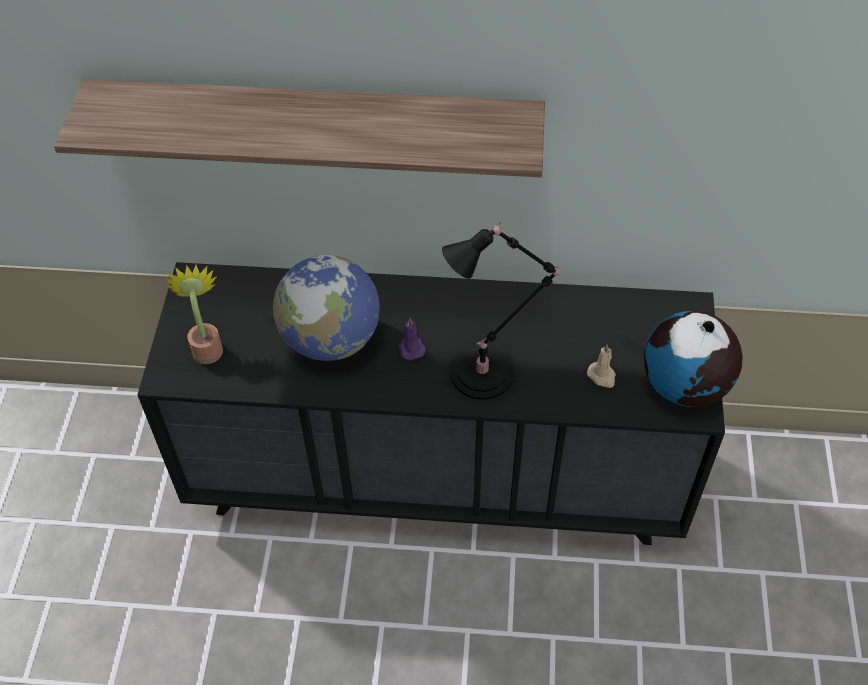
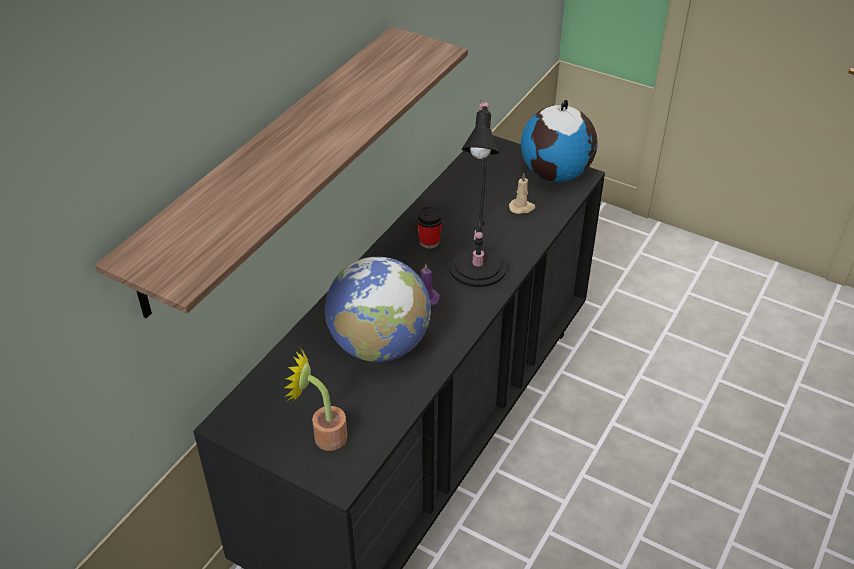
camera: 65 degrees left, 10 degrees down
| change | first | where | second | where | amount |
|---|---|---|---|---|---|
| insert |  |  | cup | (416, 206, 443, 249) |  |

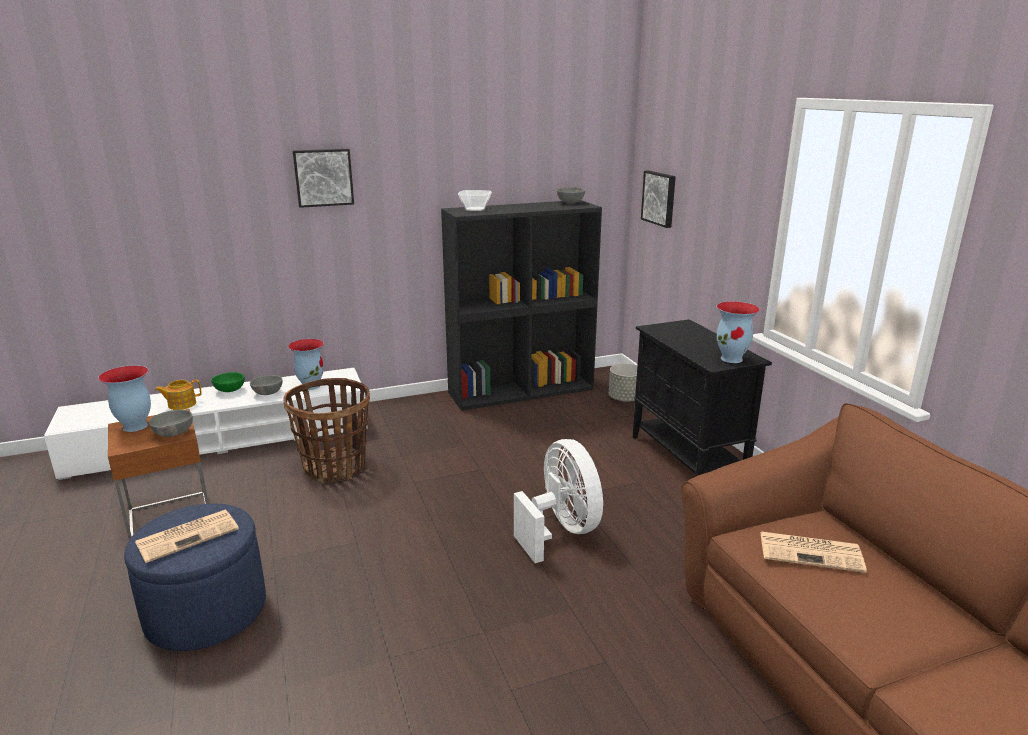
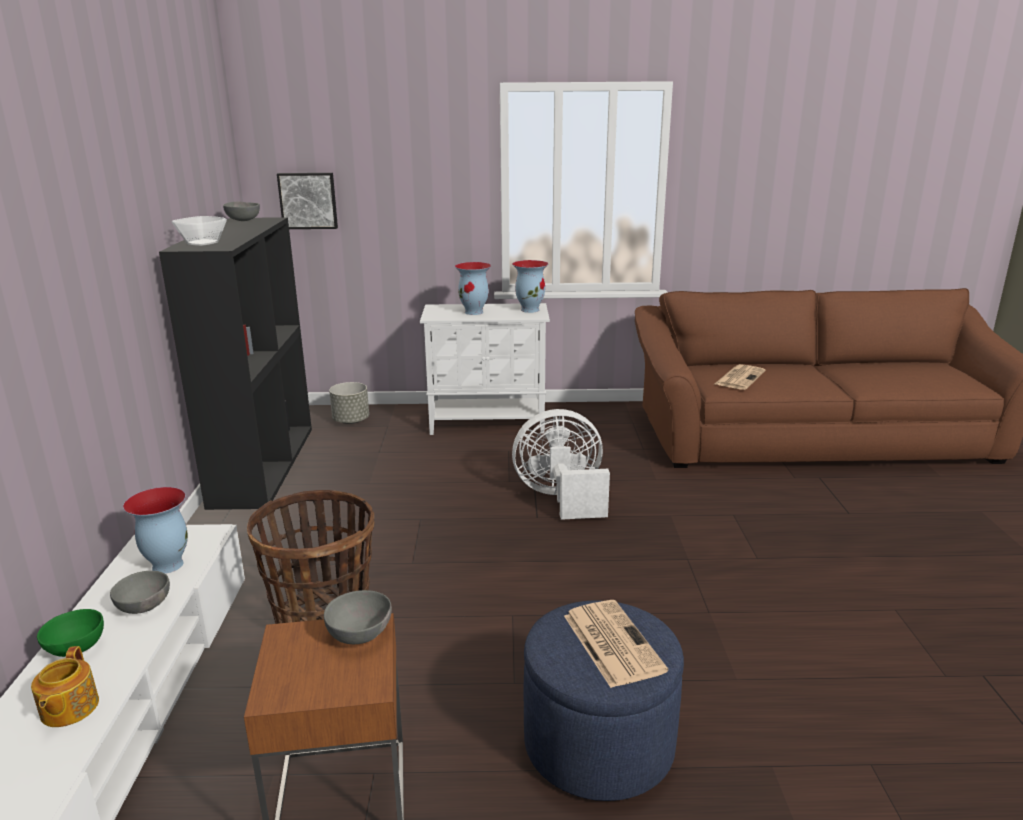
camera: 70 degrees left, 0 degrees up
| change | first | where | second | where | amount |
|---|---|---|---|---|---|
| move | vase | (98, 365, 151, 432) |  | (455, 262, 491, 315) |  |
| delete | picture | (293, 149, 354, 208) |  |  |  |
| recolor | cabinet (black) | (633, 319, 772, 476) | cabinet (white) | (420, 303, 550, 435) |  |

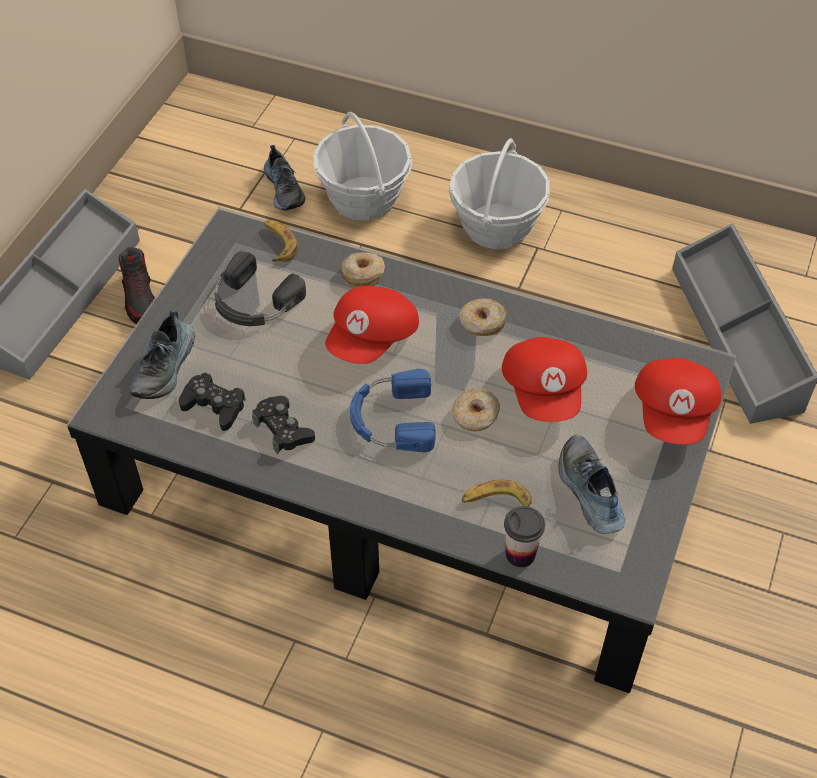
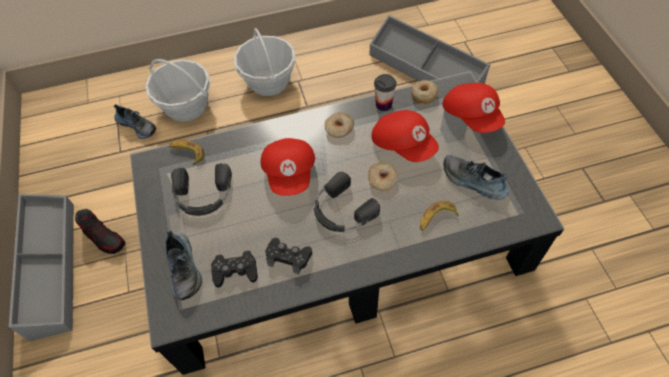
camera: 35 degrees left, 5 degrees up
| change | first | where | second | where | amount |
|---|---|---|---|---|---|
| move | donut | (340, 253, 385, 287) |  | (411, 80, 438, 105) |  |
| recolor | headphones (blue) | (350, 369, 436, 452) | headphones (black) | (314, 171, 380, 232) |  |
| move | cup | (504, 506, 545, 567) |  | (374, 74, 396, 111) |  |

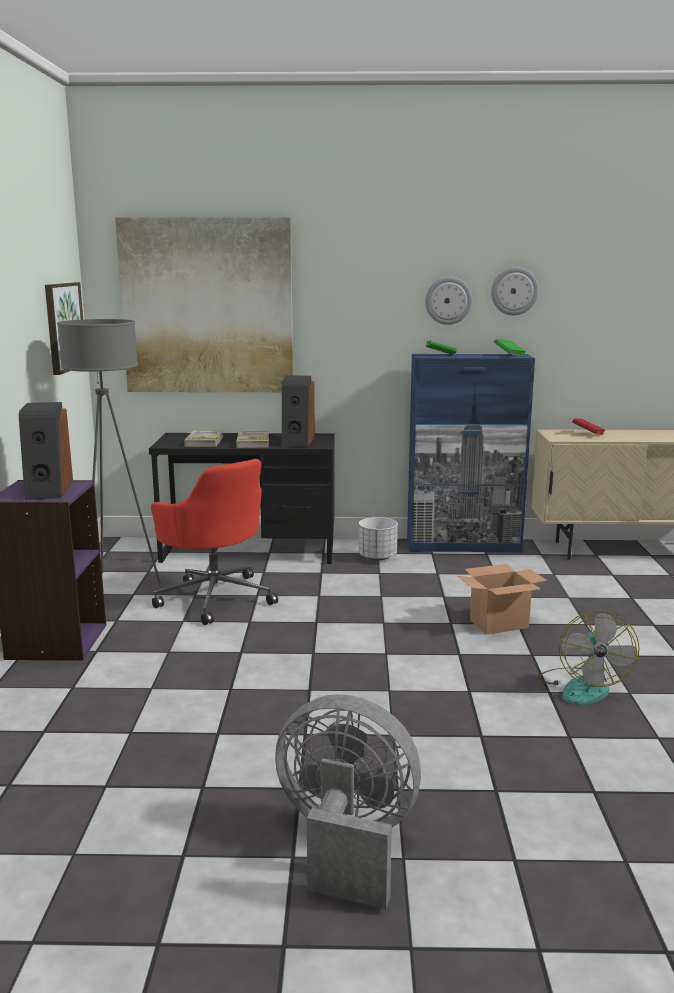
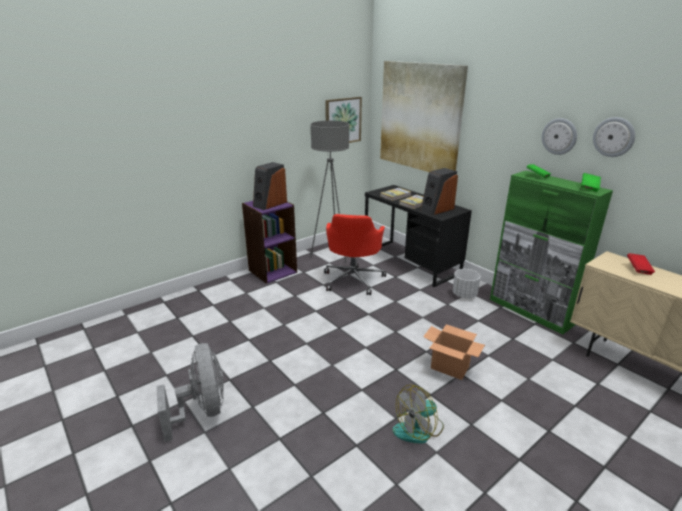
camera: 50 degrees right, 10 degrees up
| change | first | where | second | where | amount |
|---|---|---|---|---|---|
| recolor | cabinet (blue) | (407, 354, 535, 552) | cabinet (green) | (490, 171, 613, 335) |  |

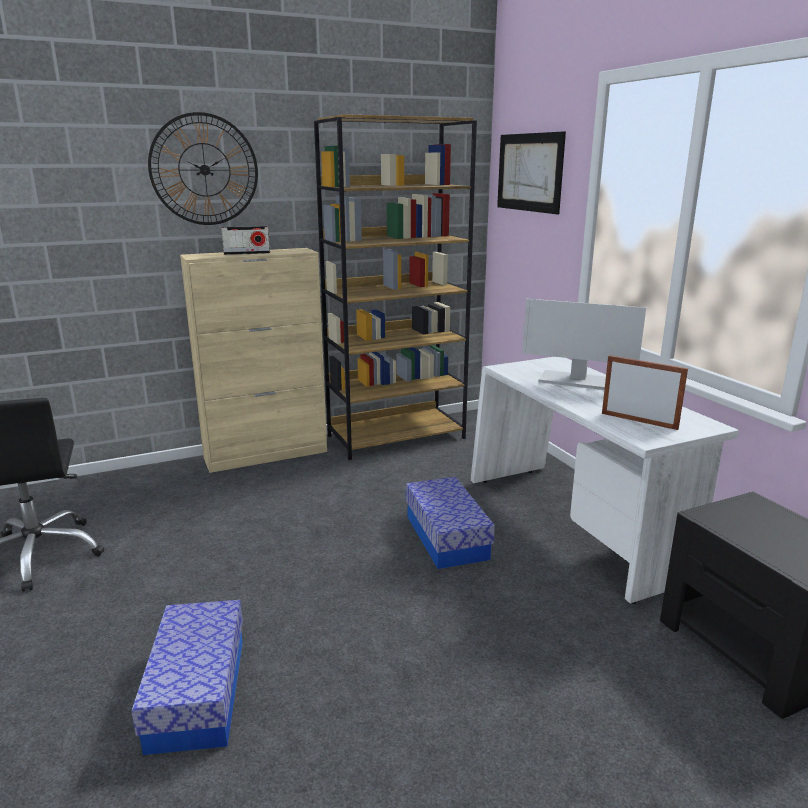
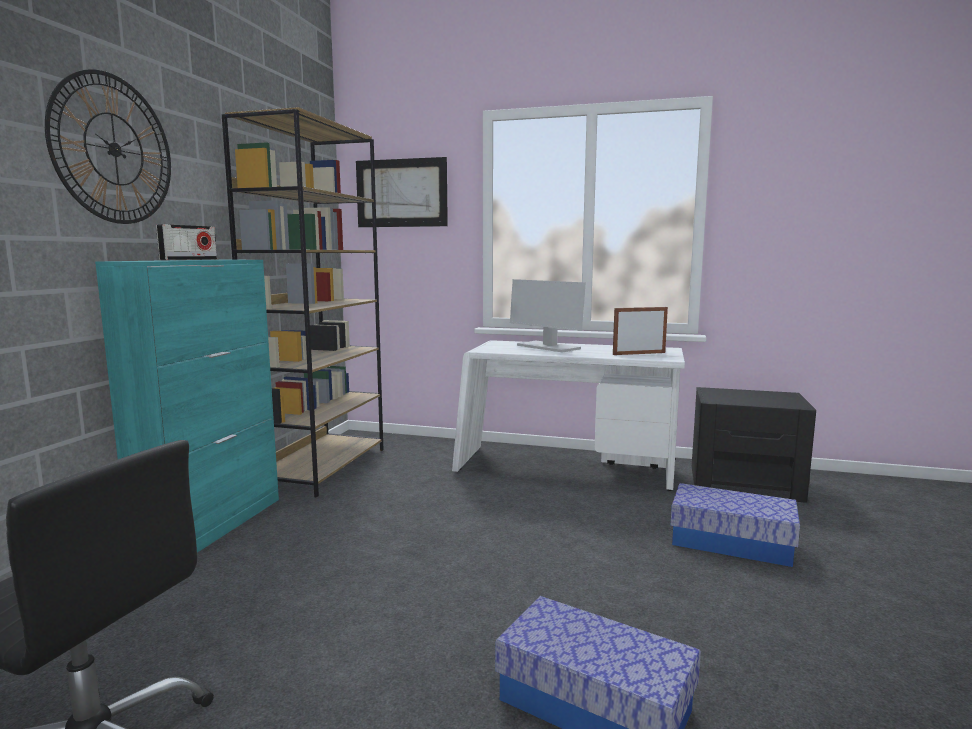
camera: 50 degrees left, 10 degrees down
| change | first | where | second | where | amount |
|---|---|---|---|---|---|
| recolor | cabinet (beige) | (180, 248, 327, 473) | cabinet (turquoise) | (95, 260, 279, 553) |  |
| move | storage box | (406, 477, 495, 569) |  | (670, 483, 800, 567) |  |
| rotate | monitor | (522, 299, 646, 390) |  | (510, 279, 586, 352) | 75 degrees clockwise |

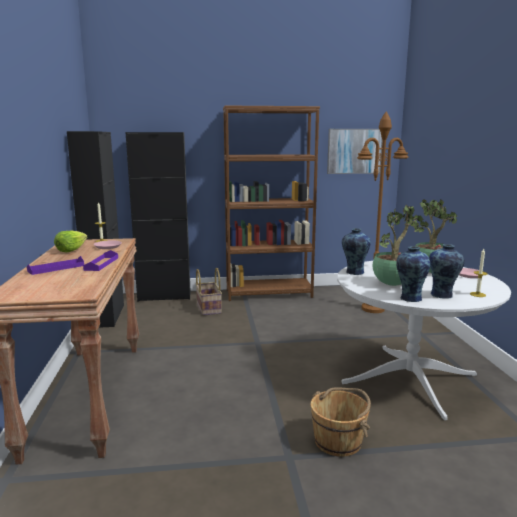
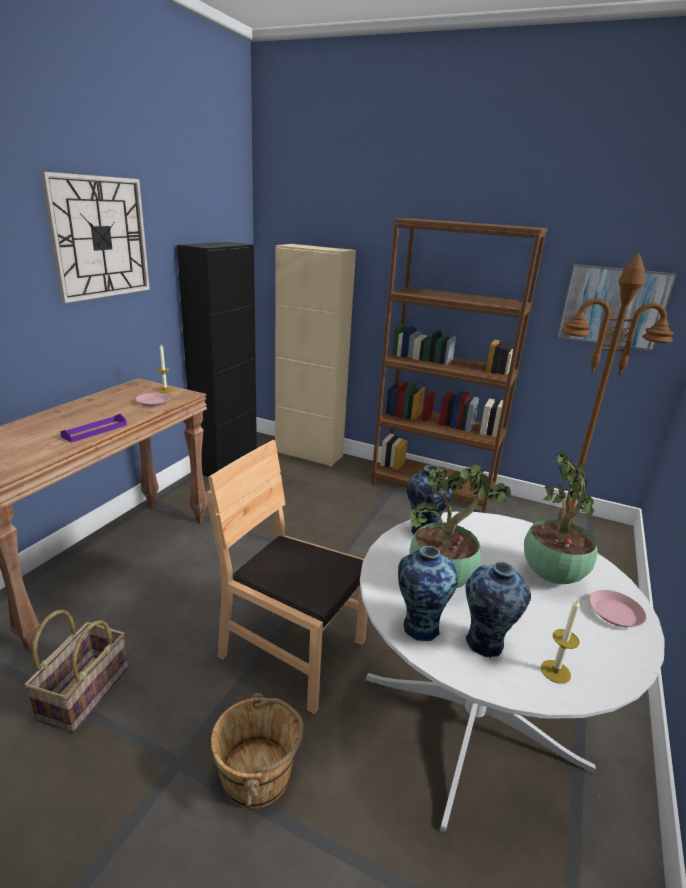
camera: 30 degrees right, 10 degrees up
| change | first | where | second | where | amount |
|---|---|---|---|---|---|
| delete | tray (purple) | (27, 256, 84, 275) |  |  |  |
| delete | lettuce | (54, 230, 88, 252) |  |  |  |
| recolor | cabinet (black) | (125, 132, 191, 302) | cabinet (beige) | (275, 244, 356, 467) |  |
| move | basket | (196, 267, 222, 316) |  | (24, 610, 128, 733) |  |
| insert |  |  | wall clock | (40, 171, 150, 303) |  |
| insert |  |  | chair (brown) | (206, 440, 368, 714) |  |

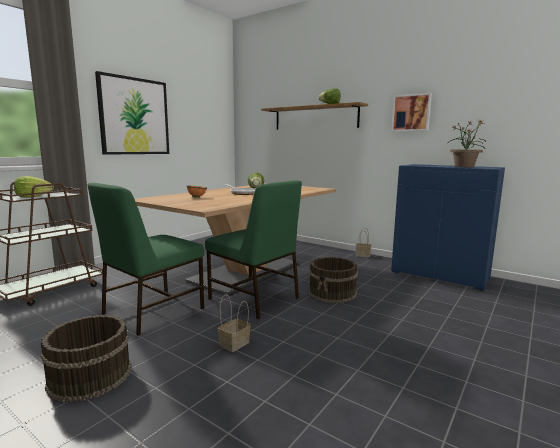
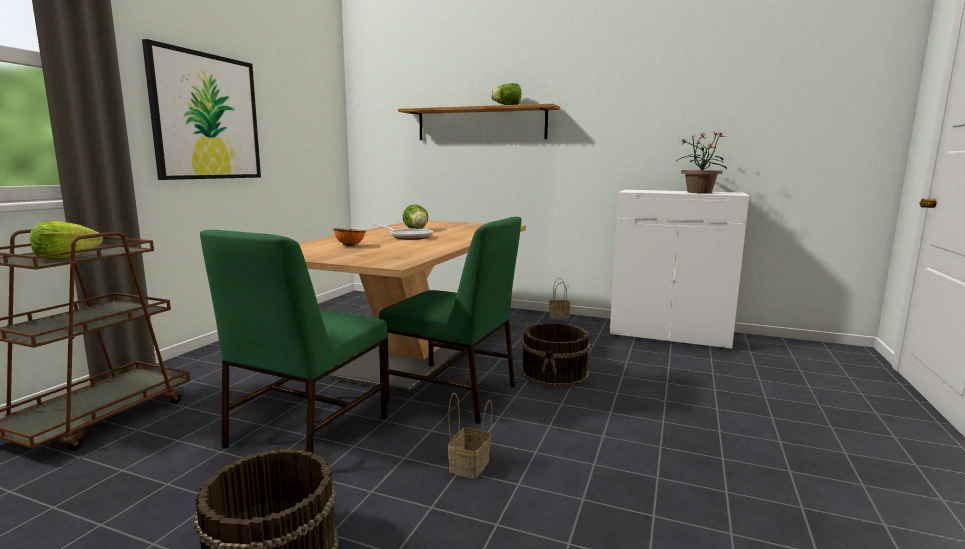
camera: 15 degrees left, 0 degrees up
| change | first | where | second | where | amount |
|---|---|---|---|---|---|
| delete | picture | (391, 93, 432, 131) |  |  |  |
| recolor | cabinet (blue) | (391, 164, 505, 291) | cabinet (white) | (610, 190, 749, 351) |  |

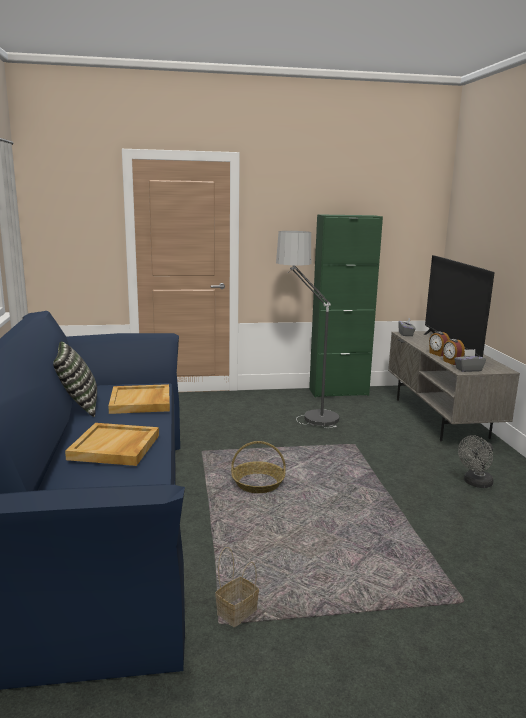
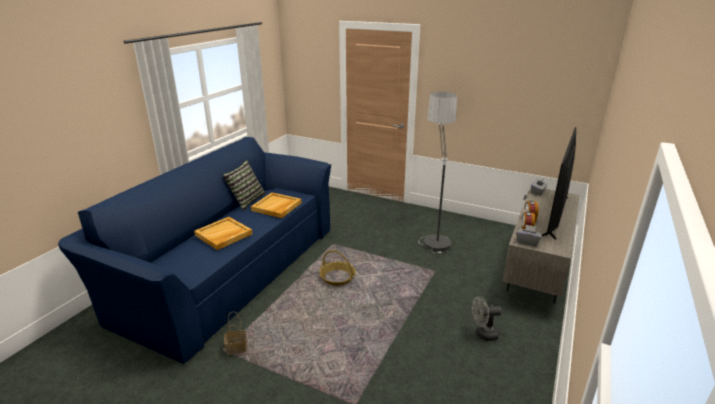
camera: 35 degrees right, 10 degrees up
| change | first | where | second | where | amount |
|---|---|---|---|---|---|
| delete | cabinet (green) | (309, 214, 383, 398) |  |  |  |

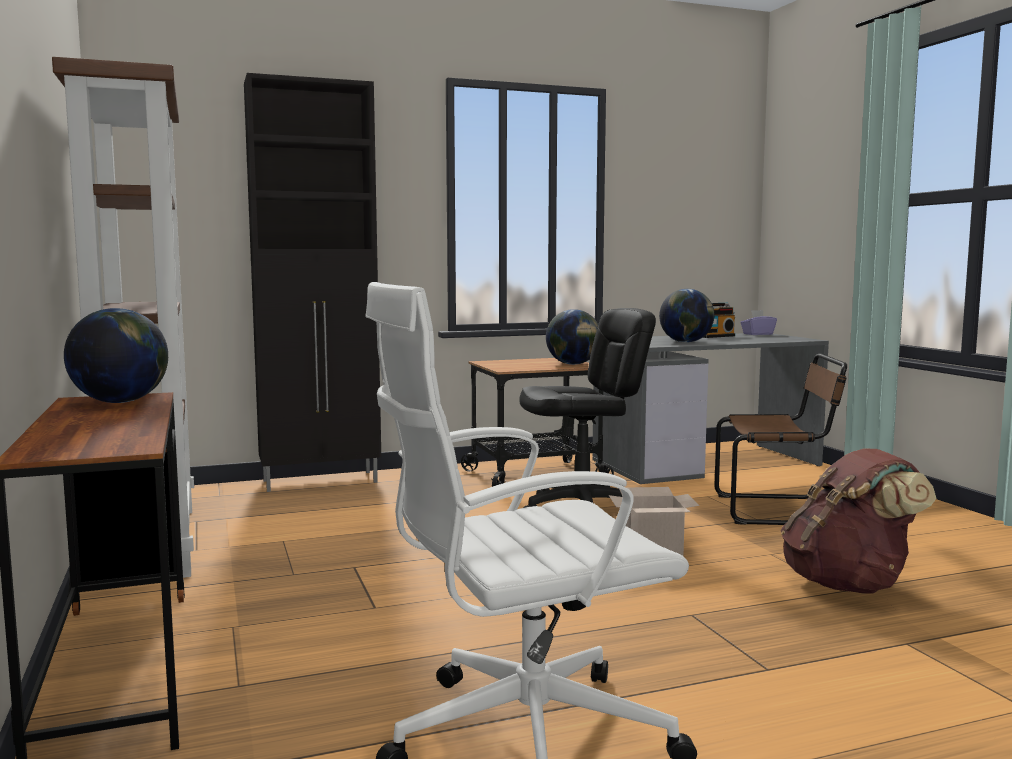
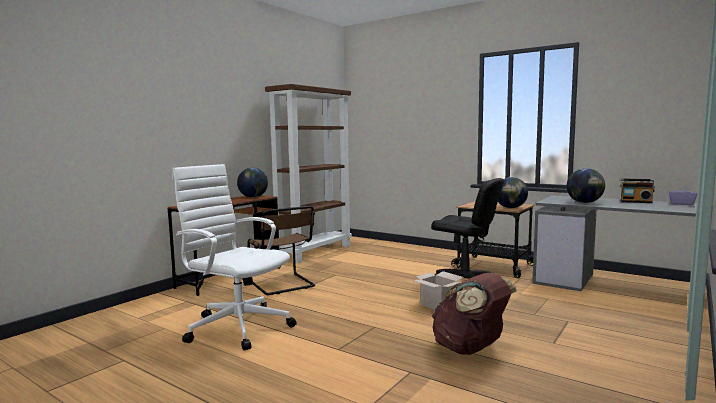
camera: 55 degrees right, 0 degrees up
| change | first | where | second | where | amount |
|---|---|---|---|---|---|
| delete | cabinet (black) | (244, 73, 381, 492) |  |  |  |
| move | chair (brown) | (715, 353, 847, 525) |  | (247, 206, 315, 295) |  |

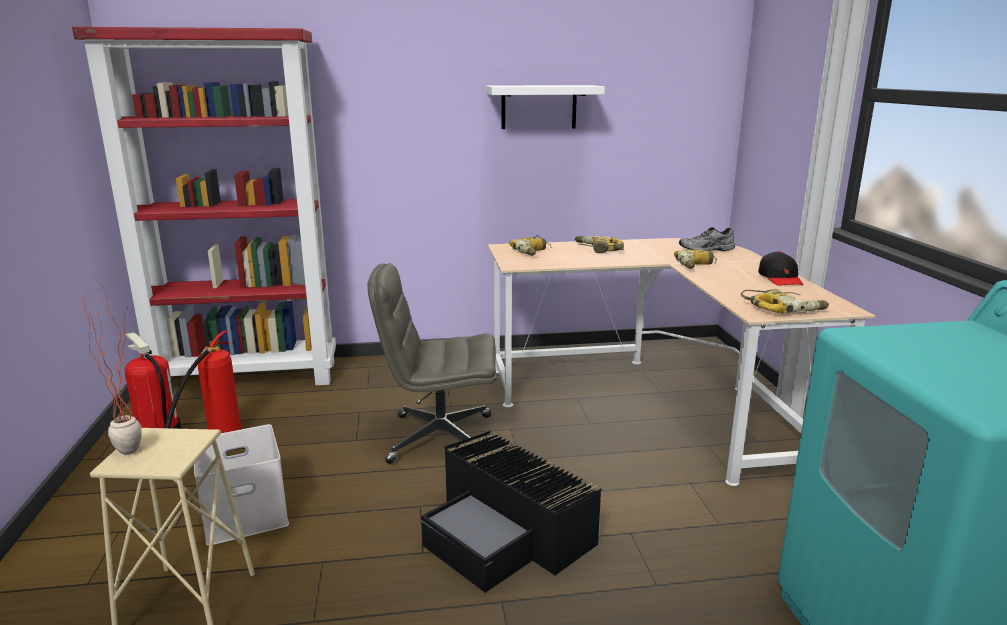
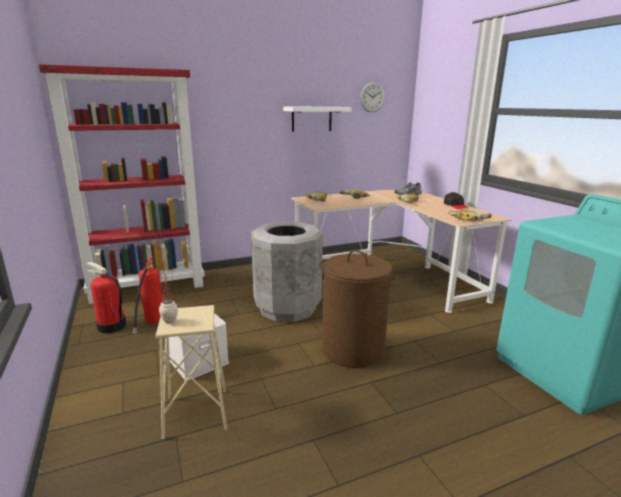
camera: 15 degrees left, 0 degrees up
| change | first | where | second | where | amount |
|---|---|---|---|---|---|
| replace | office chair (grey) | (367, 263, 497, 464) | trash can (grey) | (251, 222, 323, 322) |  |
| replace | storage box (black) | (421, 431, 602, 593) | laundry basket (brown) | (320, 250, 399, 368) |  |
| insert |  |  | wall clock | (360, 82, 385, 112) |  |

